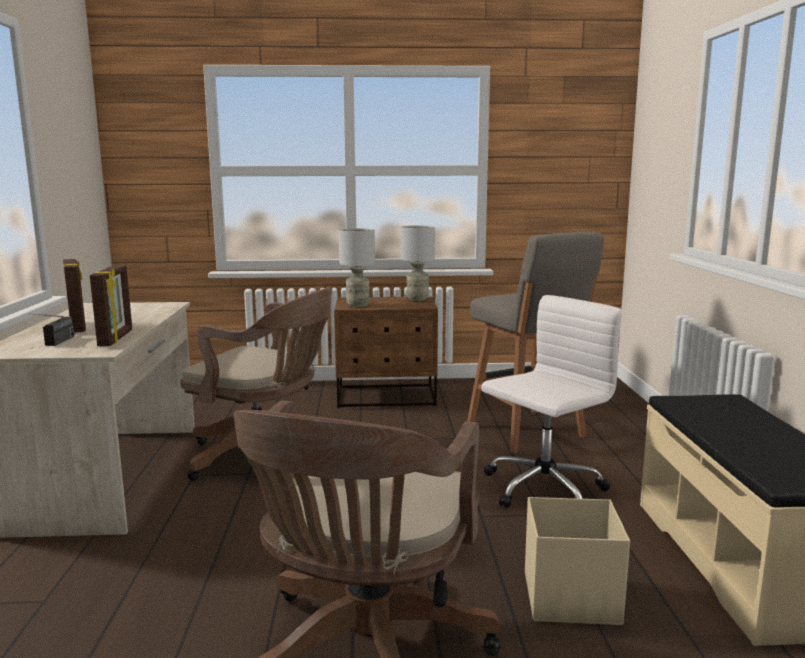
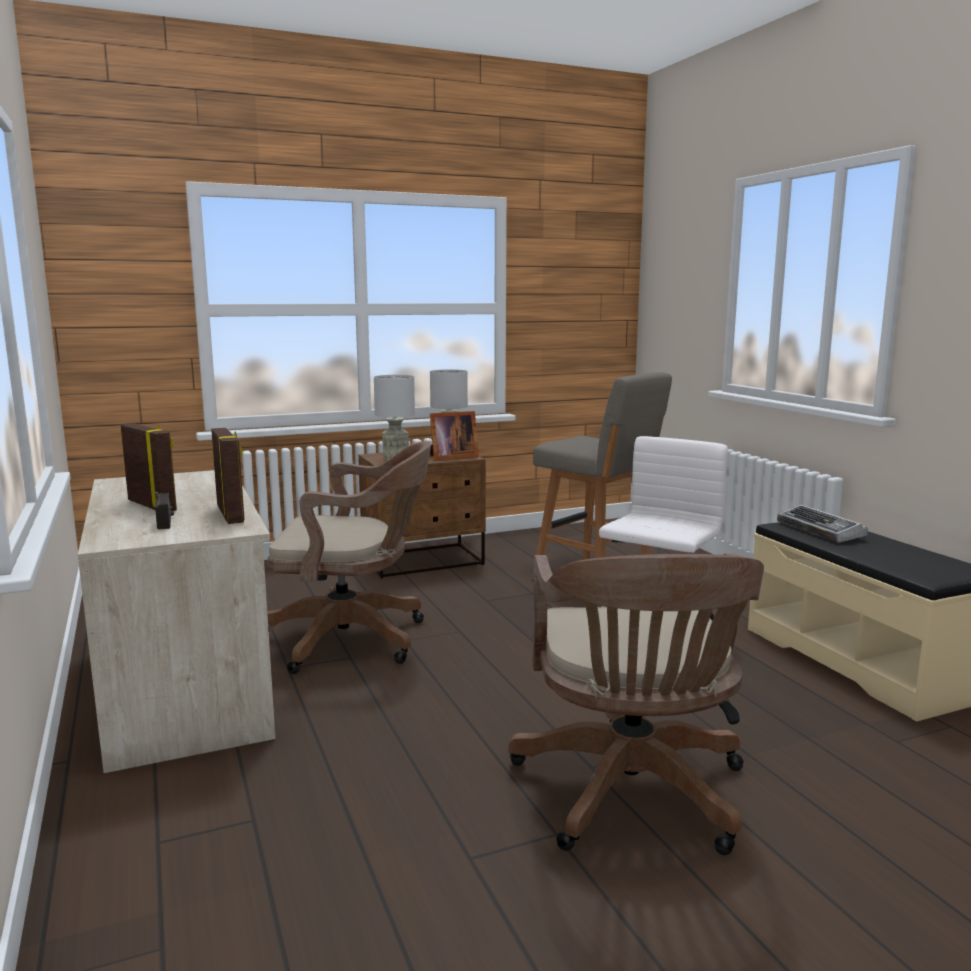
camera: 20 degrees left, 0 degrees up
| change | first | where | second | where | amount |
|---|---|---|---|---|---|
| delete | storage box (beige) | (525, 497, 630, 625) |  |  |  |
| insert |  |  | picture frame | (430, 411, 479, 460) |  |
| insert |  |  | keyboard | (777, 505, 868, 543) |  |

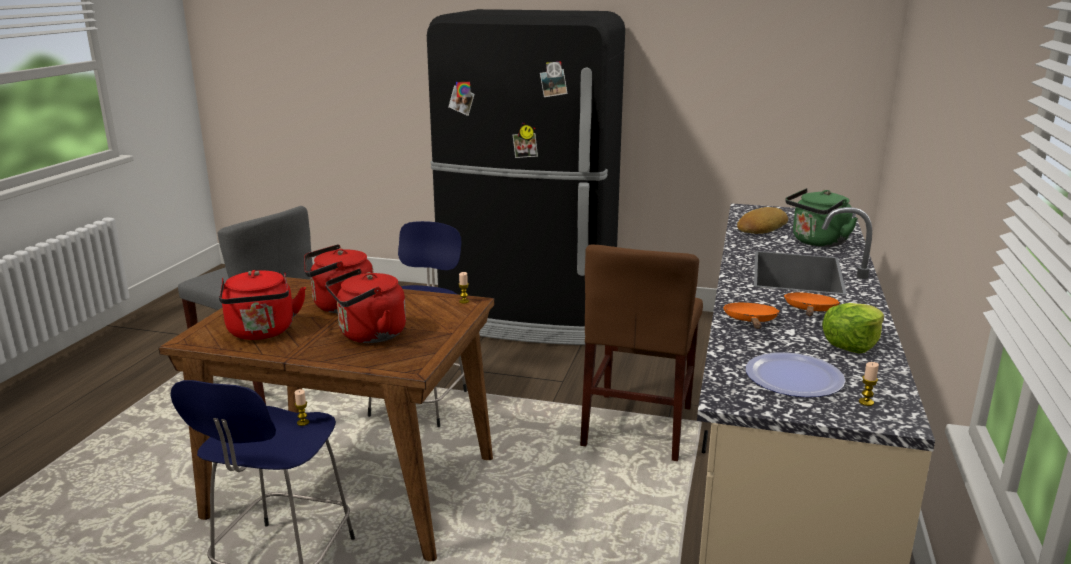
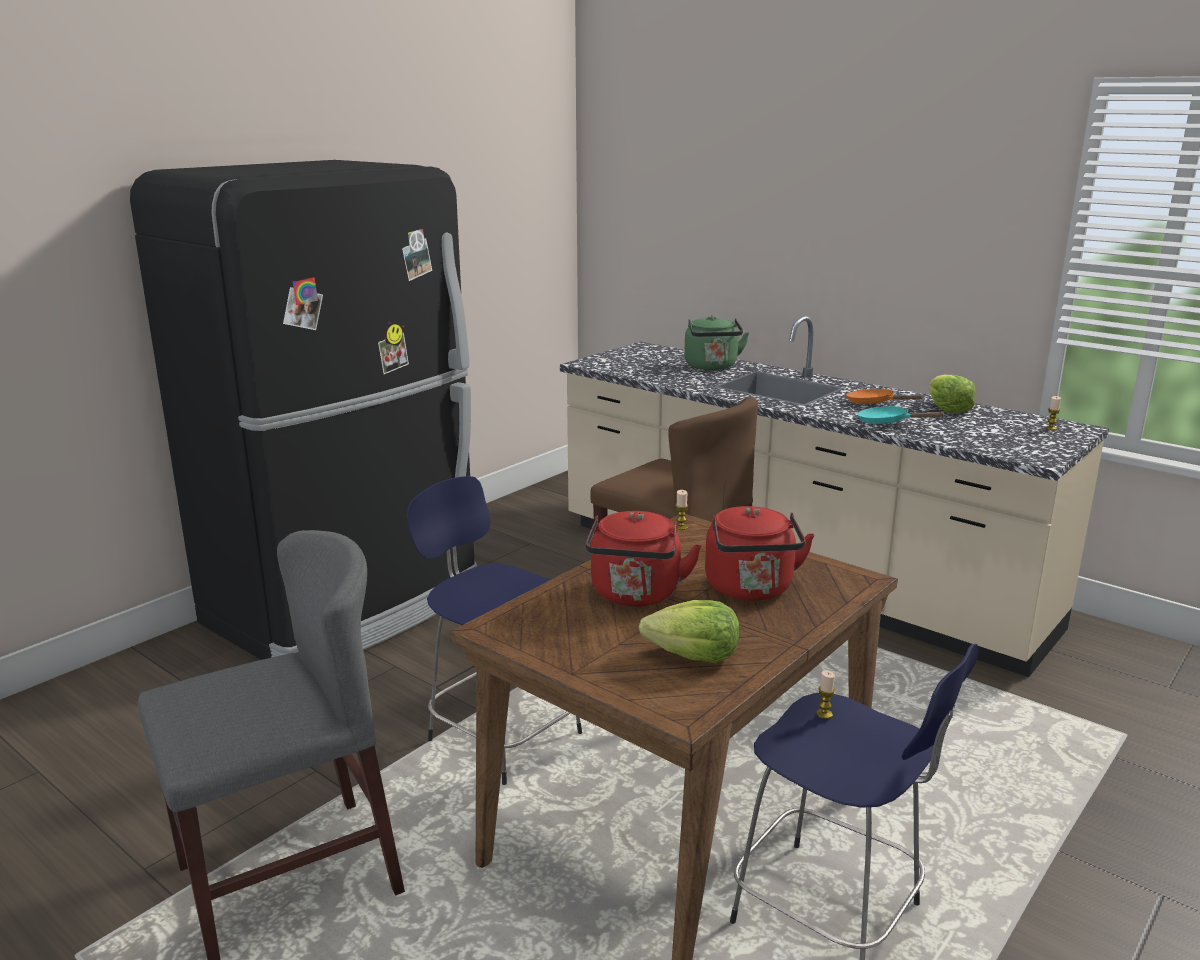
camera: 65 degrees left, 0 degrees up
| change | first | where | second | where | amount |
|---|---|---|---|---|---|
| replace | kettle (red) | (219, 270, 306, 340) | lettuce | (639, 600, 739, 663) |  |
| recolor | frying pan (orange) | (723, 303, 780, 329) | frying pan (turquoise) | (858, 406, 944, 424) |  |
| delete | bread | (737, 207, 788, 234) |  |  |  |
| delete | plate | (746, 352, 845, 397) |  |  |  |

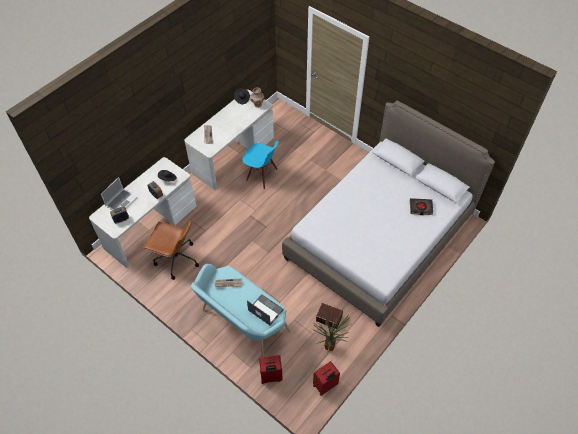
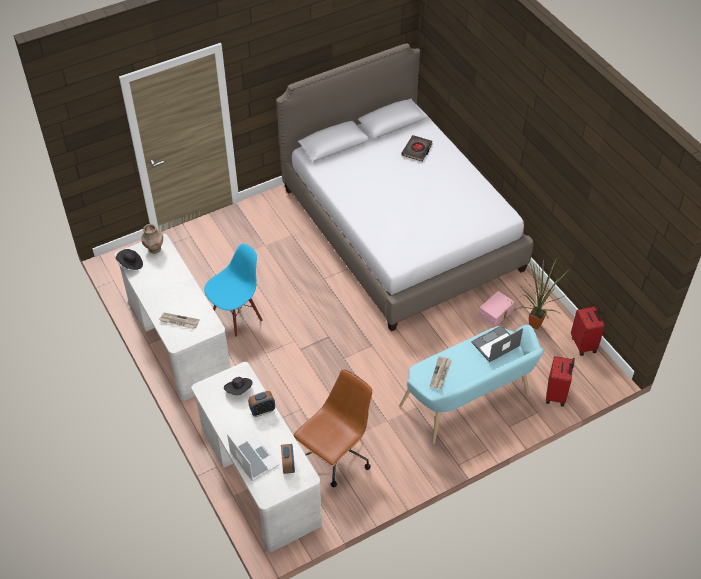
camera: 70 degrees left, 5 degrees down
| change | first | where | second | where | amount |
|---|---|---|---|---|---|
| recolor | storage box (brown) | (316, 303, 343, 329) | storage box (pink) | (479, 291, 515, 327) |  |

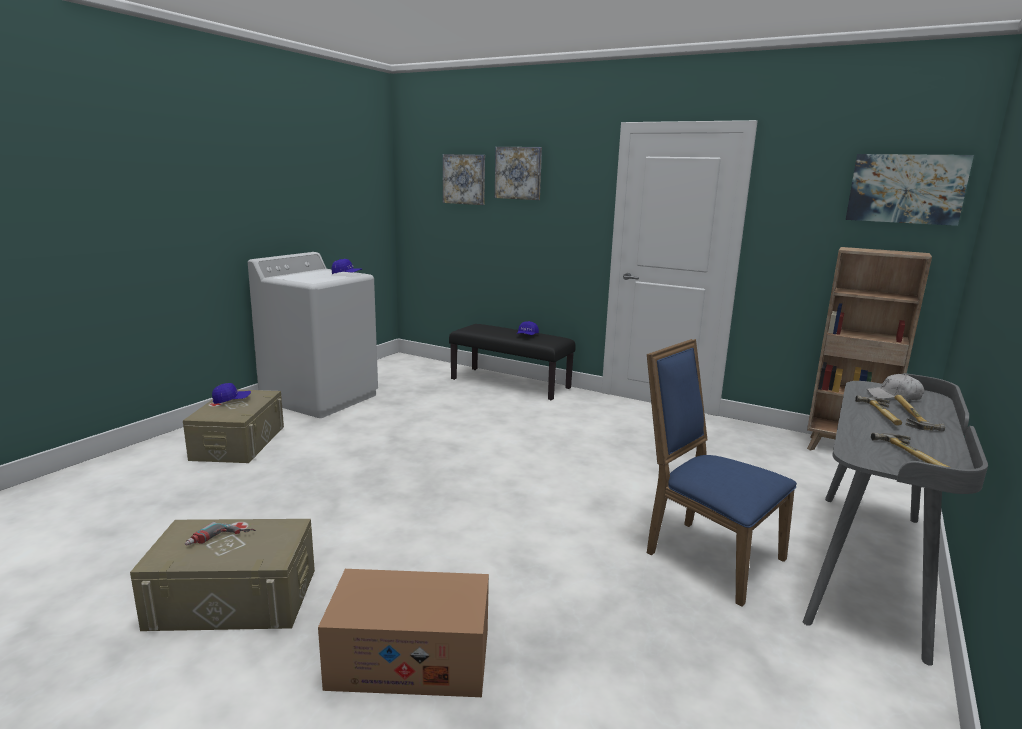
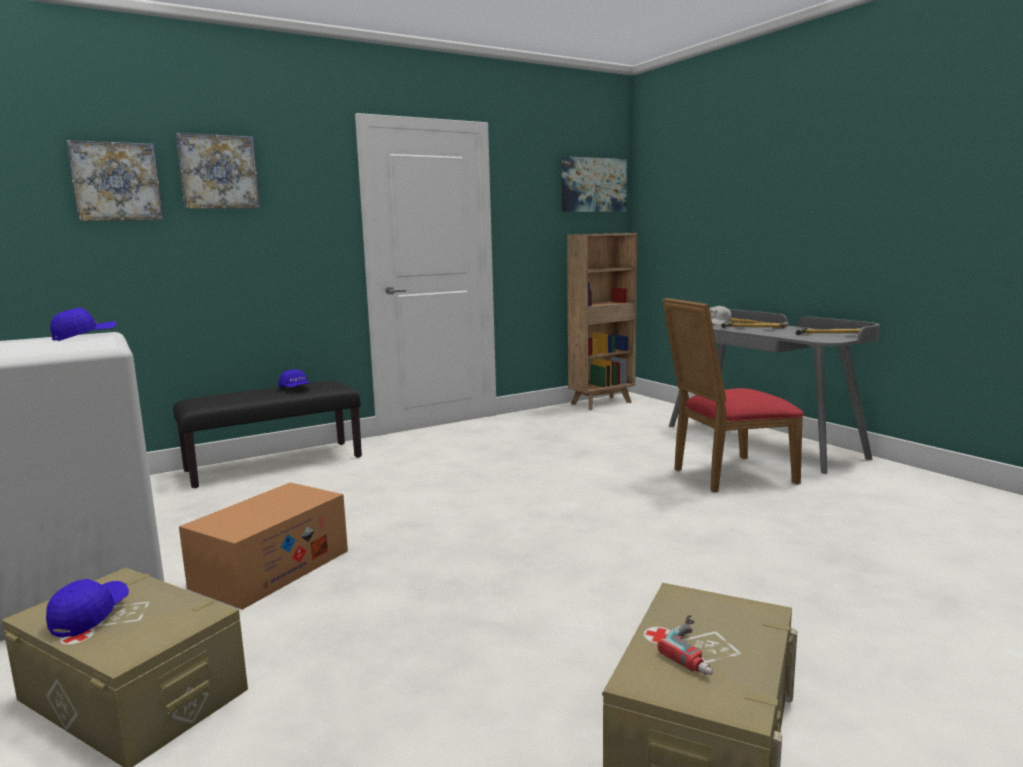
camera: 60 degrees left, 5 degrees down
| change | first | where | second | where | amount |
|---|---|---|---|---|---|
| move | cardboard box | (318, 569, 489, 697) |  | (179, 482, 348, 610) |  |
| recolor | chair (blue) | (647, 339, 797, 606) | chair (red) | (662, 298, 804, 493) |  |

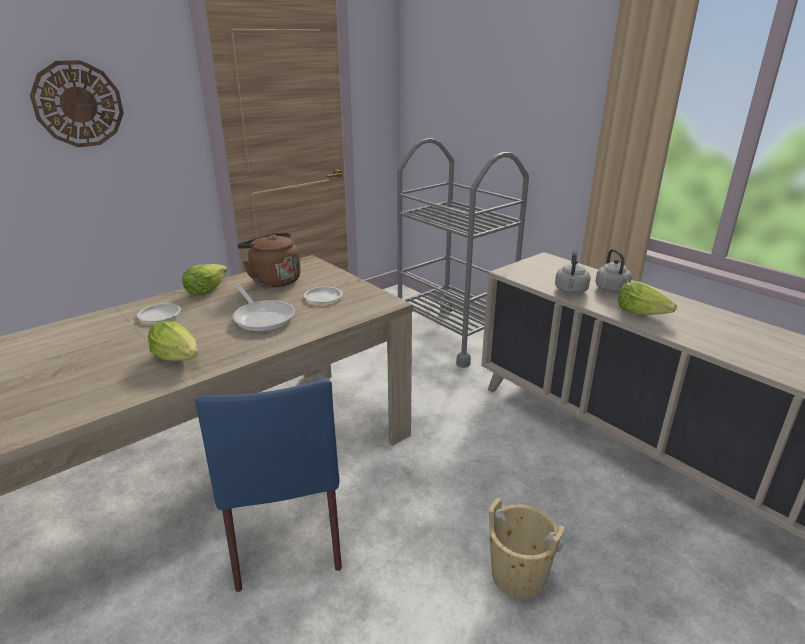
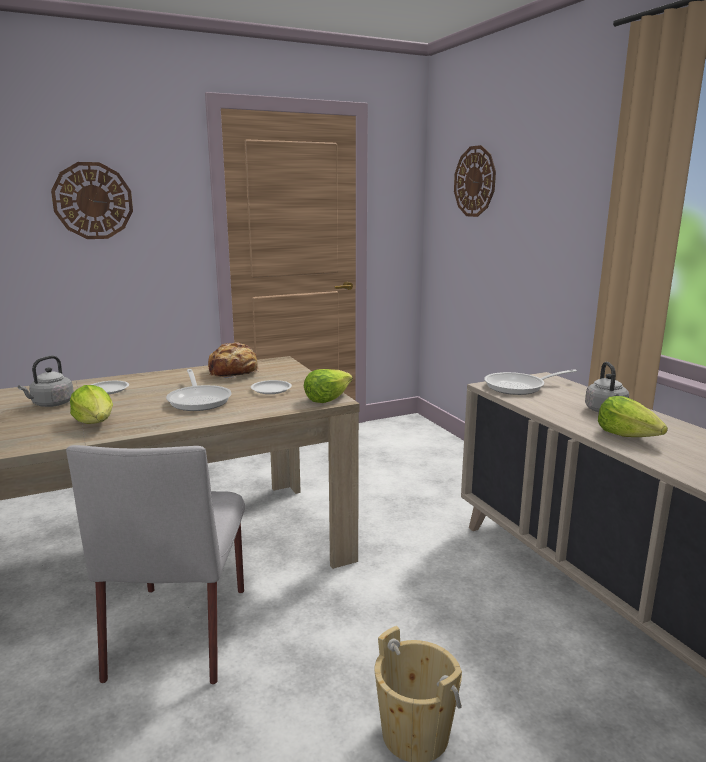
camera: 15 degrees right, 10 degrees down
| change | first | where | second | where | amount |
|---|---|---|---|---|---|
| move | lettuce | (182, 264, 228, 296) |  | (304, 369, 353, 403) |  |
| recolor | chair (blue) | (195, 379, 342, 592) | chair (grey) | (66, 445, 245, 685) |  |
| replace | kettle (brown) | (237, 233, 301, 288) | bread | (208, 342, 258, 379) |  |
| delete | cart (grey) | (397, 138, 529, 368) |  |  |  |
| move | kettle (grey) | (555, 250, 591, 294) |  | (18, 356, 74, 407) |  |
| insert |  |  | wall clock | (454, 145, 496, 217) |  |
| insert |  |  | frying pan | (484, 369, 577, 395) |  |

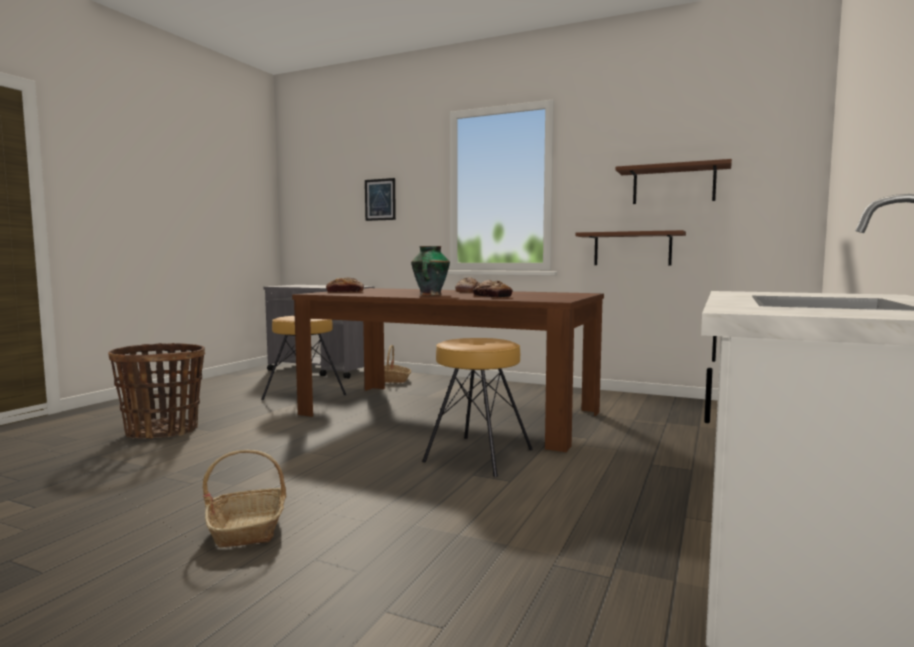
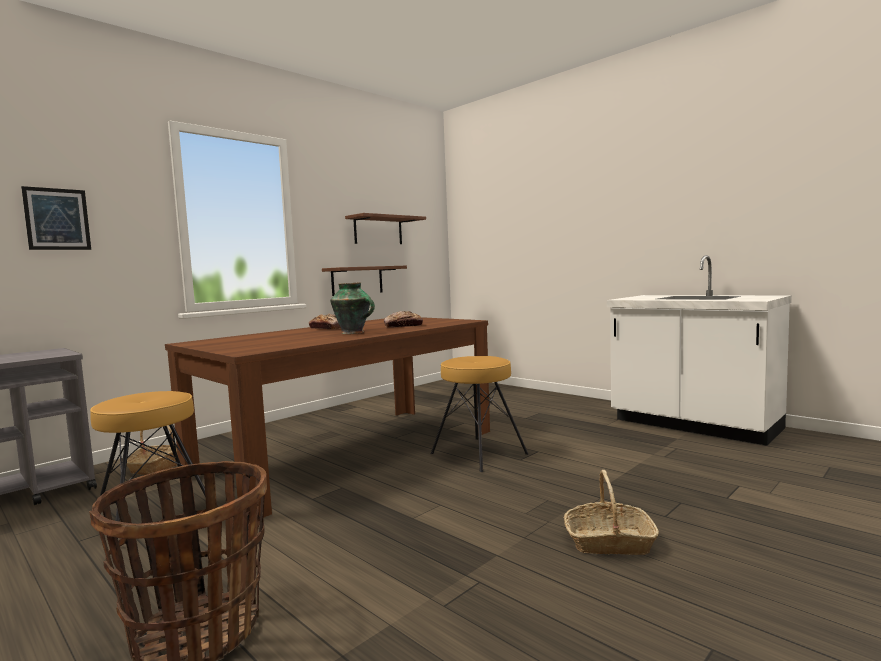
camera: 70 degrees left, 0 degrees up
| change | first | where | second | where | amount |
|---|---|---|---|---|---|
| delete | bread | (326, 277, 364, 292) |  |  |  |

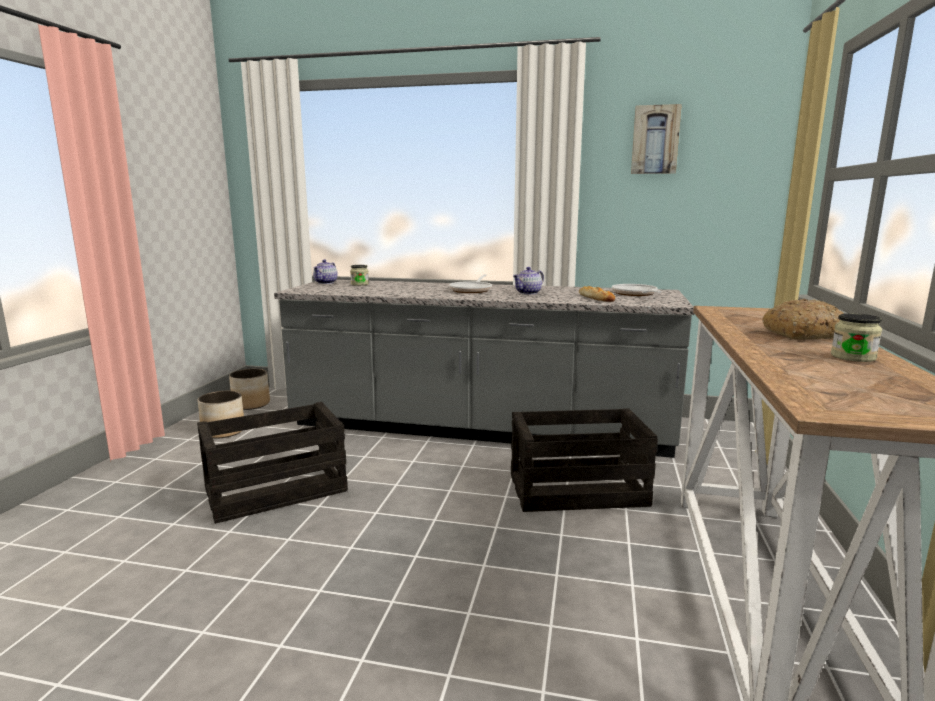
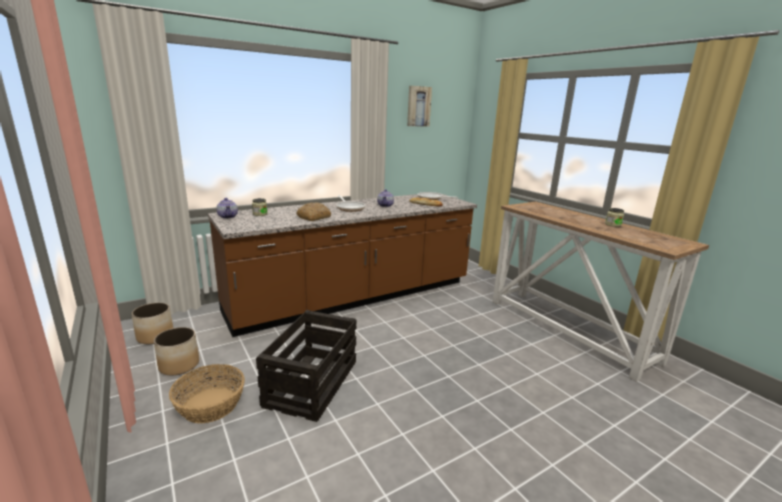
camera: 45 degrees left, 5 degrees up
| change | first | where | second | where | amount |
|---|---|---|---|---|---|
| recolor | counter (grey) | (274, 280, 694, 458) | counter (brown) | (208, 192, 477, 337) |  |
| delete | crate | (511, 408, 658, 512) |  |  |  |
| move | bread | (762, 299, 844, 340) |  | (296, 202, 331, 221) |  |
| insert |  |  | basket | (169, 364, 245, 423) |  |

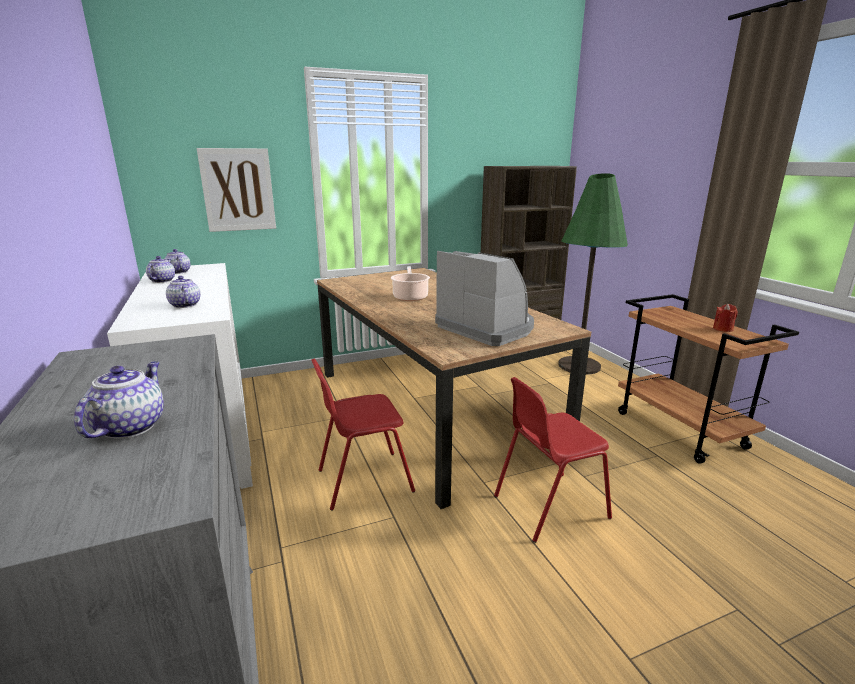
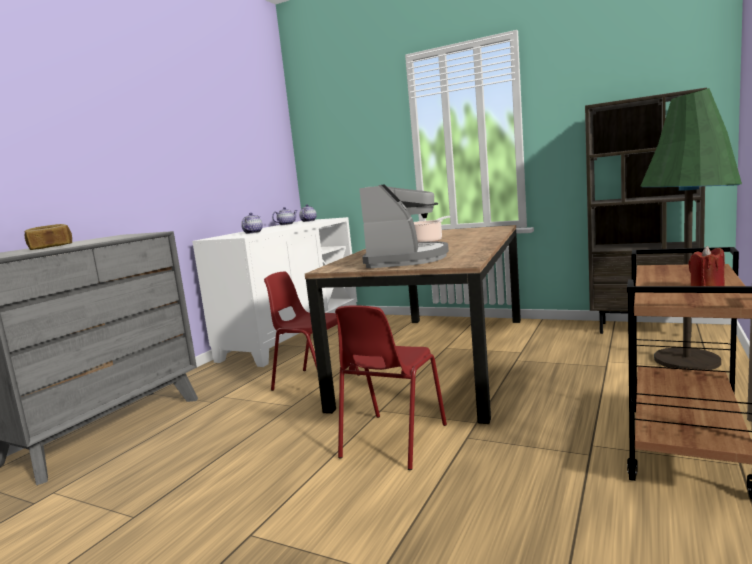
camera: 50 degrees right, 10 degrees down
| change | first | where | second | where | amount |
|---|---|---|---|---|---|
| replace | teapot | (74, 361, 164, 439) | bread | (24, 224, 72, 250) |  |
| delete | picture | (197, 148, 276, 232) |  |  |  |
| rotate | chair (red) | (494, 377, 612, 543) |  | (335, 305, 447, 470) | 90 degrees counterclockwise |

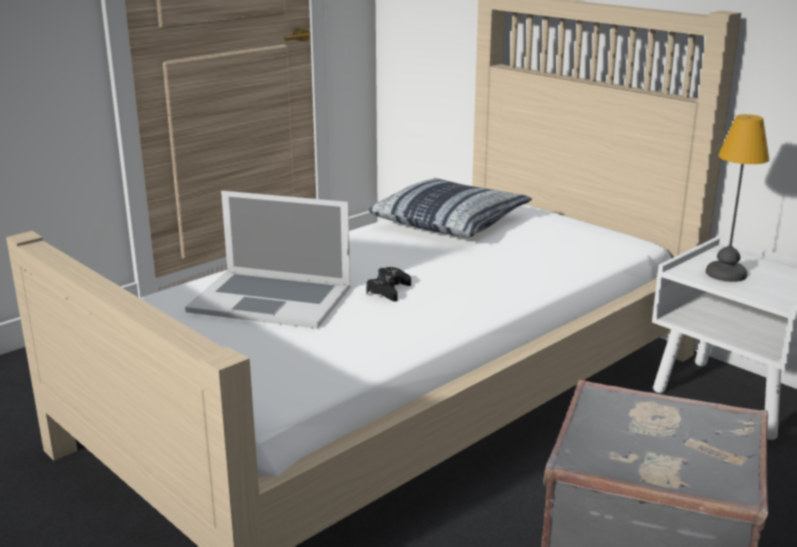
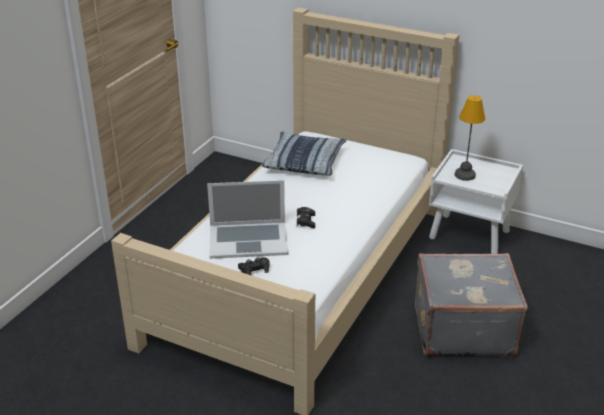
camera: 20 degrees left, 10 degrees up
| change | first | where | second | where | amount |
|---|---|---|---|---|---|
| insert |  |  | game controller (black) | (238, 257, 269, 275) |  |

